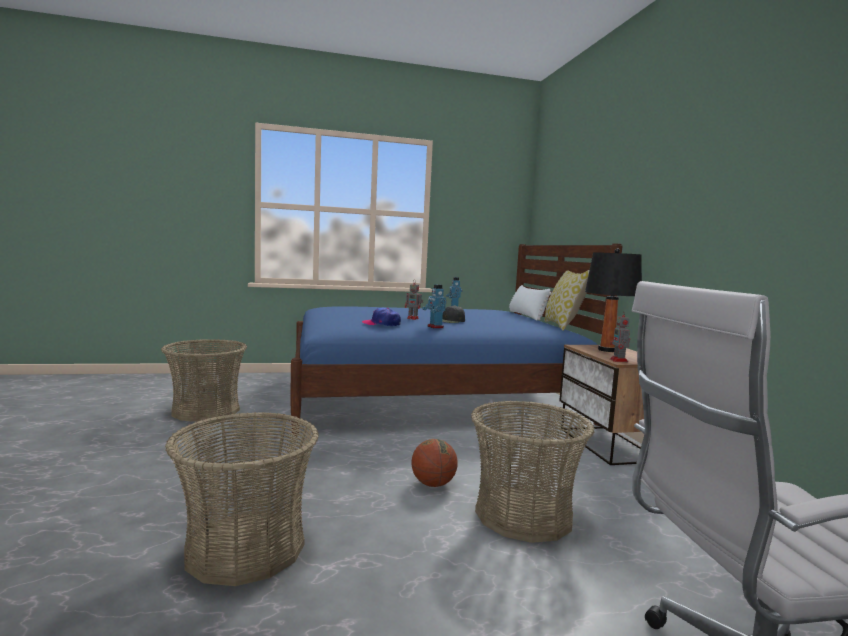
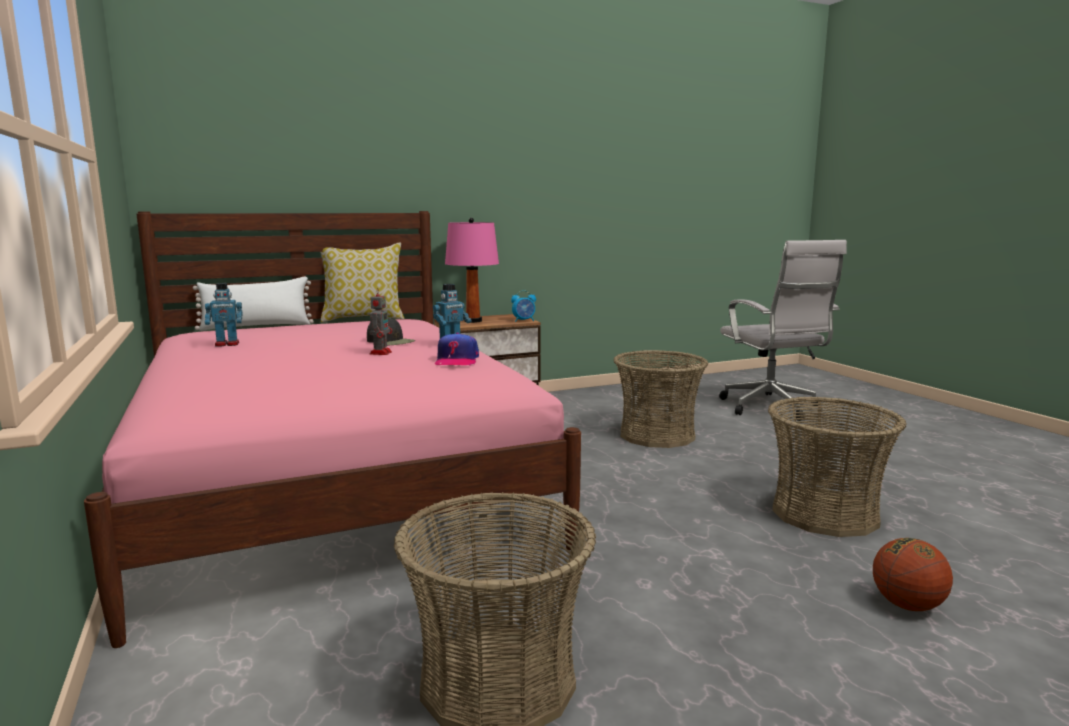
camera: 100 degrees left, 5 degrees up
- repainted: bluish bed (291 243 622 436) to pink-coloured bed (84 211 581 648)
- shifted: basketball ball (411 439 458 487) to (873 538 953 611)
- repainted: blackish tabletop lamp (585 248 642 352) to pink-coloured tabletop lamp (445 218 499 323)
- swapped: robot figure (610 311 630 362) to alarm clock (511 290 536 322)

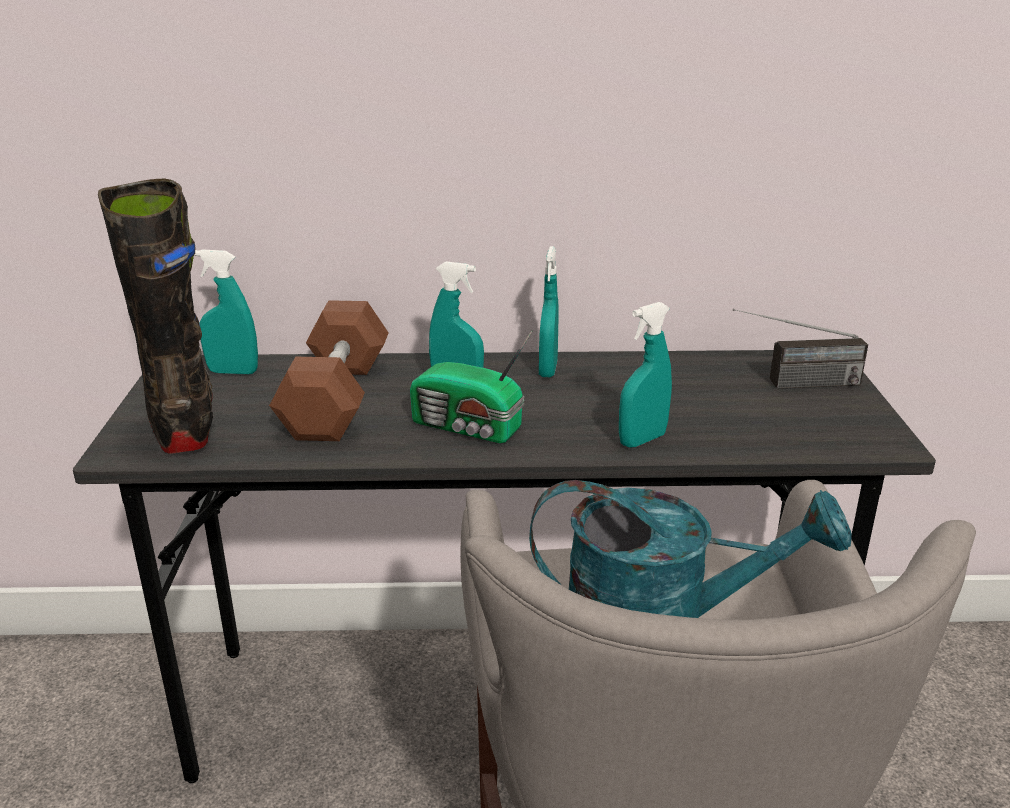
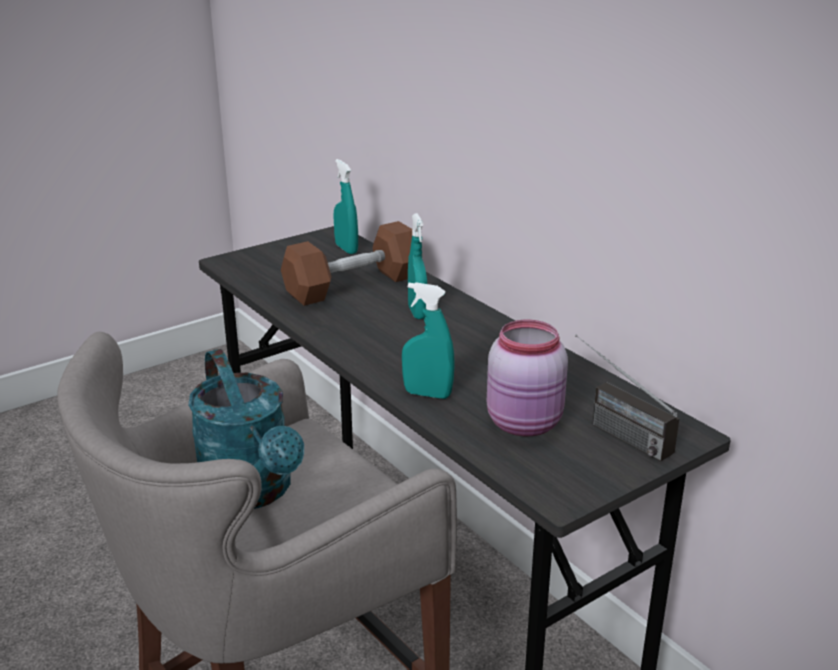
camera: 55 degrees right, 0 degrees up
- gone: blackish tall boot (98 179 213 454)
- gone: radio set (410 331 532 443)
- gone: turquoise-coloured sprayer (539 246 559 377)
- new: pink-coloured preserve jar (487 320 568 436)

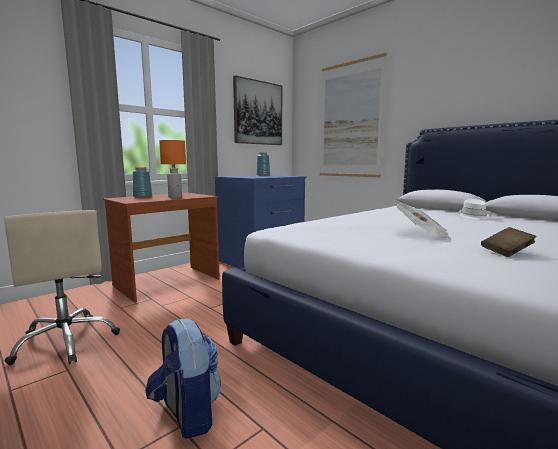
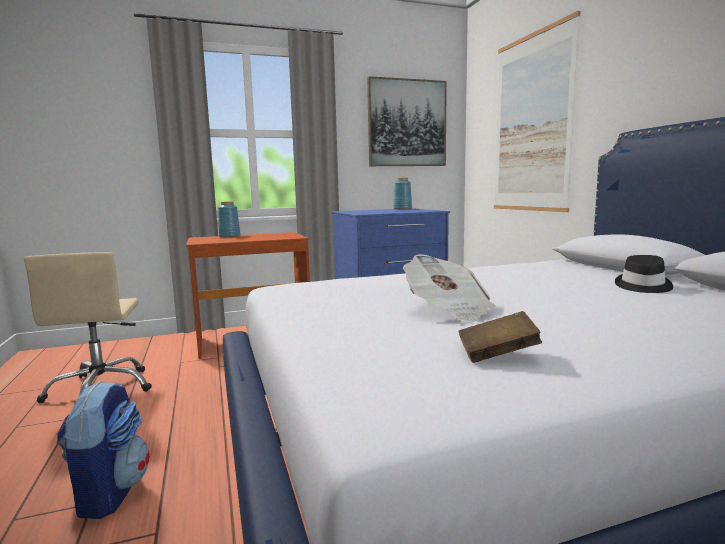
camera: 25 degrees right, 0 degrees up
- gone: orangey tabletop lamp (159 140 186 198)
- repainted: whitish hat (458 199 491 220) to blackish hat (615 255 673 293)

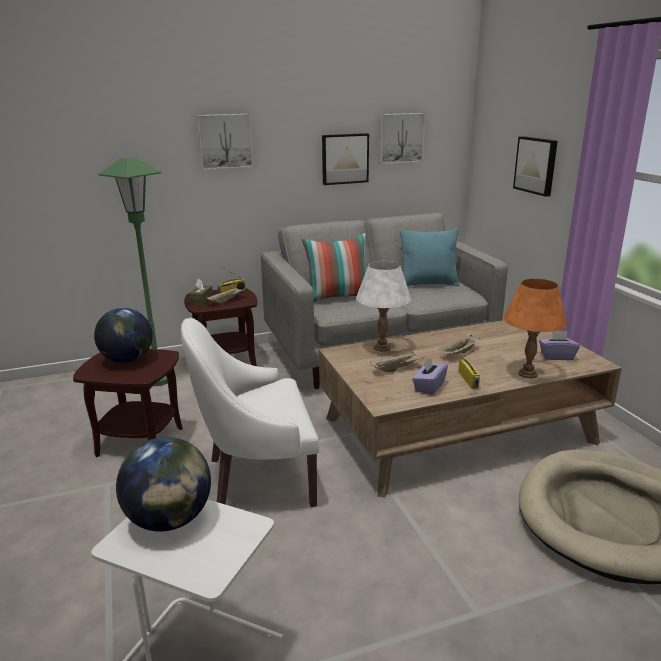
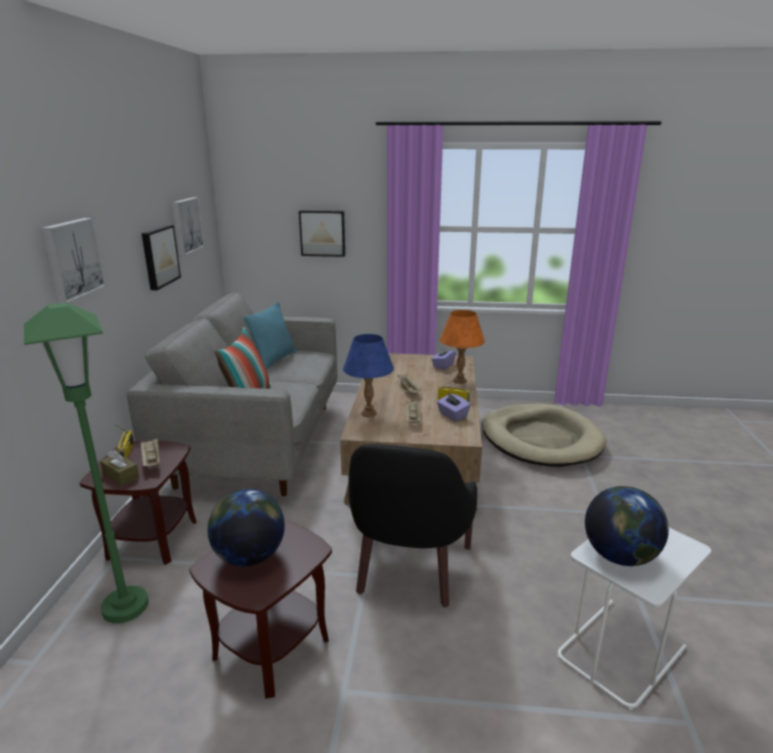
camera: 65 degrees left, 0 degrees up
- repainted: whitish armchair (181 318 319 507) to blackish armchair (349 444 477 607)
- repainted: whitish tabletop lamp (356 261 411 352) to bluish tabletop lamp (343 334 394 417)

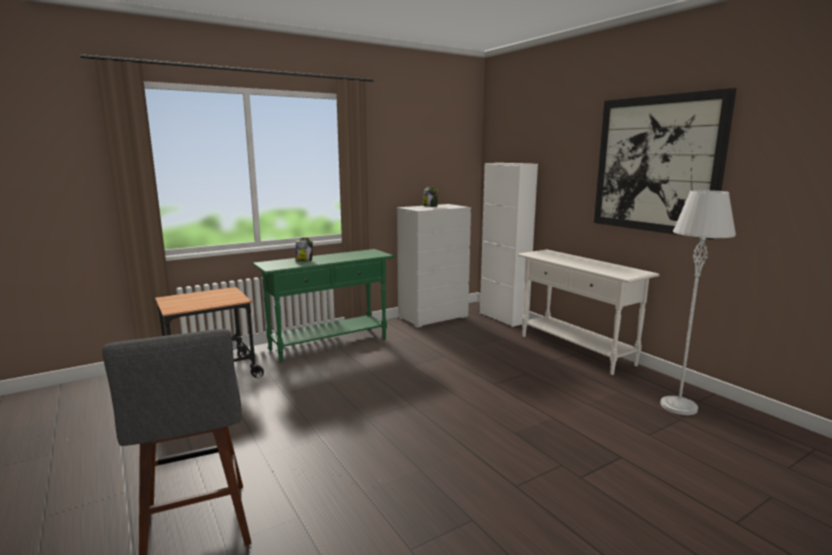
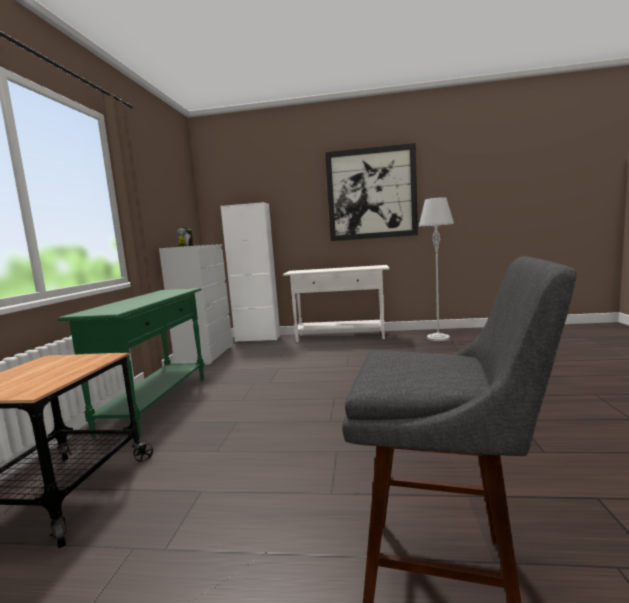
camera: 50 degrees left, 5 degrees down
- gone: preserve jar (295 238 313 262)

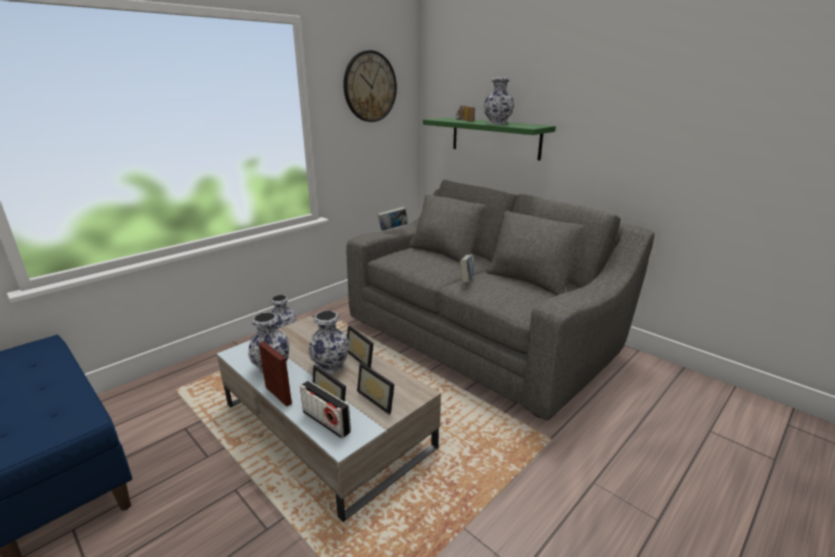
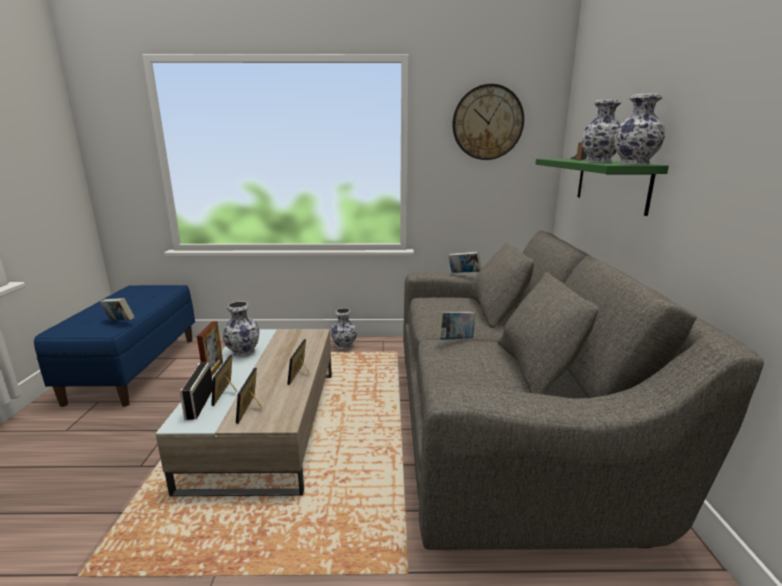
camera: 45 degrees right, 5 degrees down
- shifted: decorative vase (308 311 349 374) to (614 93 665 164)
- new: book (100 298 135 320)

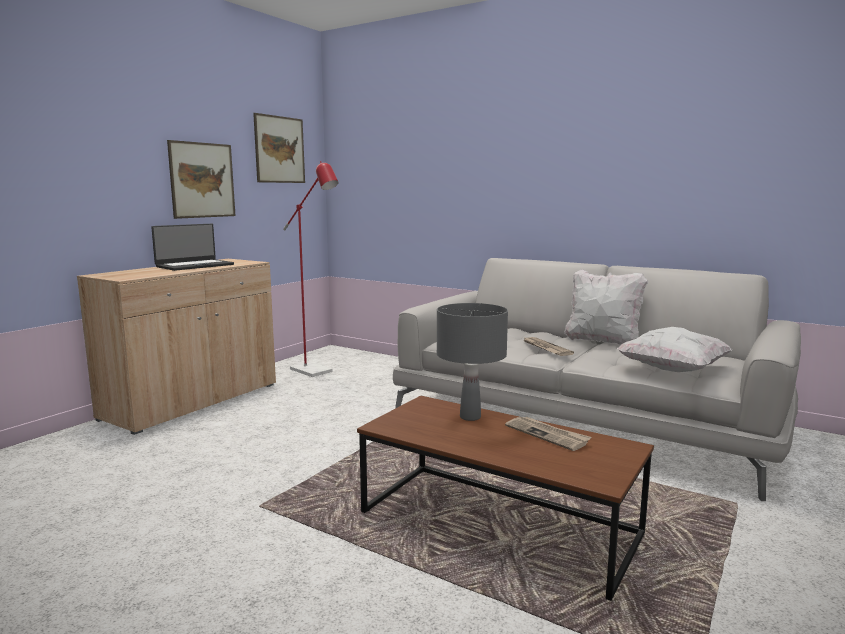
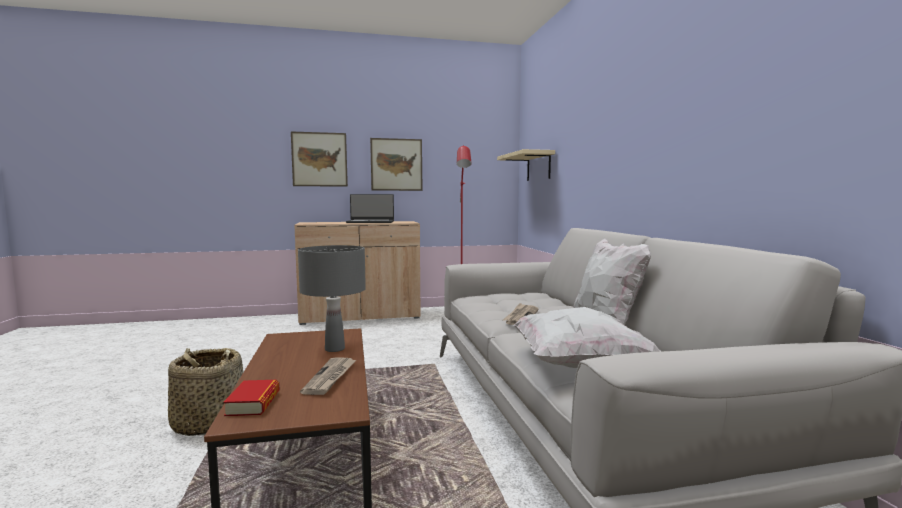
camera: 45 degrees right, 5 degrees down
- shifted: picture (253 113 305 183) to (291 131 348 187)
- new: storage basket (168 348 243 436)
- new: book (223 380 279 416)
- new: beige-coloured wall shelf (497 149 555 181)

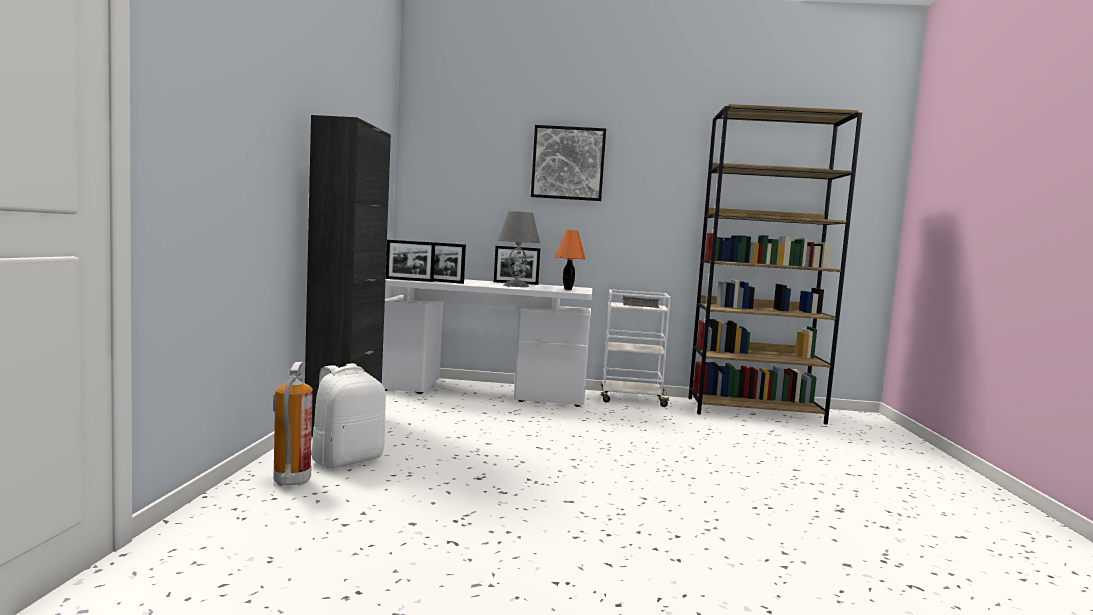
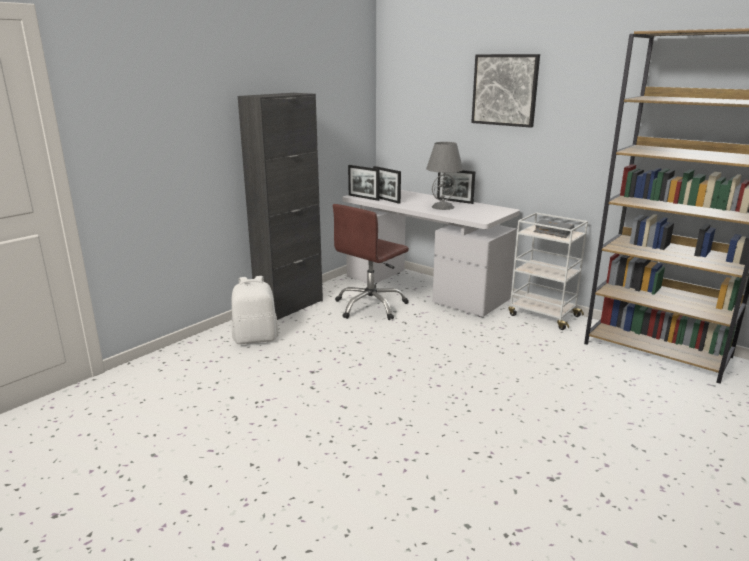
camera: 35 degrees right, 15 degrees up
- gone: fire extinguisher (273 362 313 486)
- gone: orangey tabletop lamp (555 230 586 290)
- new: brown computer chair (333 204 409 320)

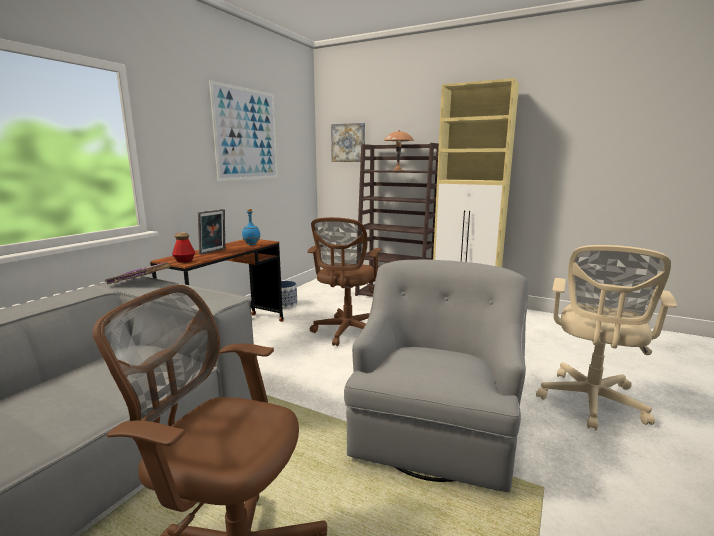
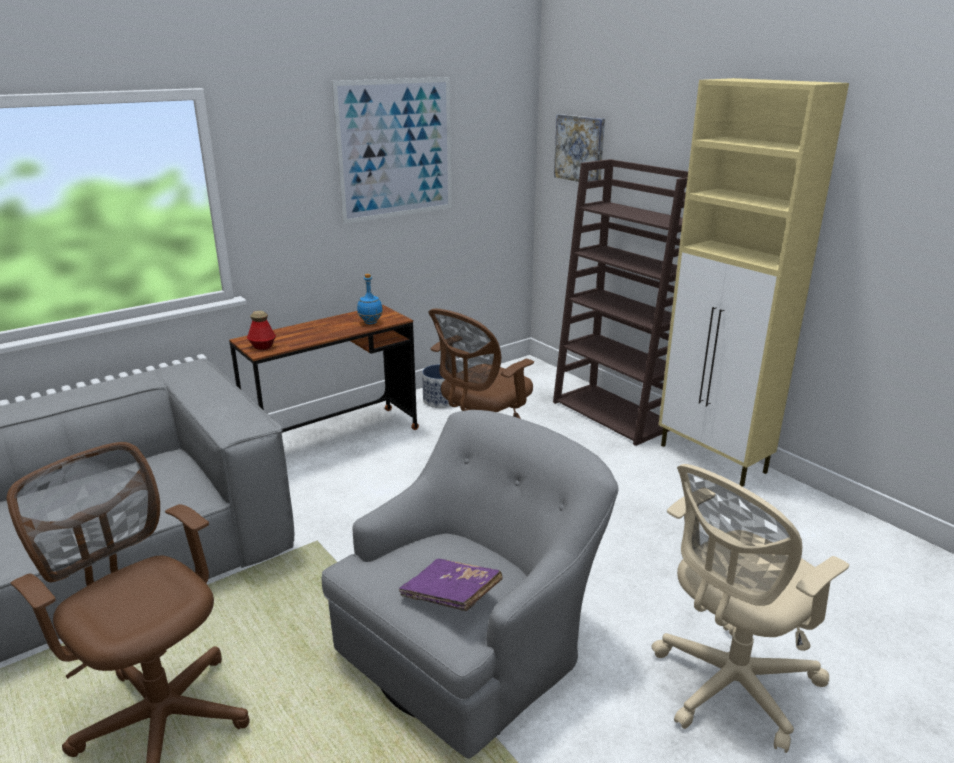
camera: 25 degrees right, 10 degrees up
- shifted: purple book (105 262 170 284) to (399 559 503 611)
- gone: standing frame (198 209 225 255)
- gone: brown tabletop lamp (384 130 414 171)

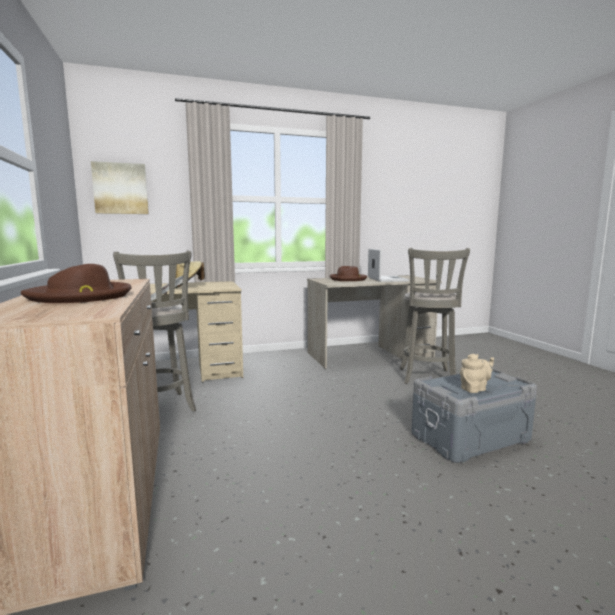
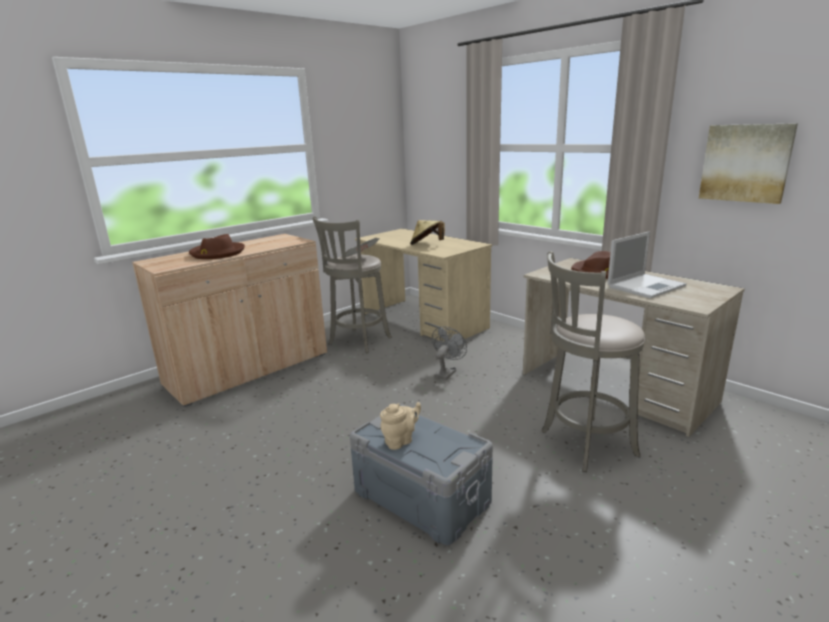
camera: 65 degrees right, 10 degrees up
- shifted: picture (91 161 149 214) to (699 123 798 204)
- rotated: beige-coloured tea pot (460 354 494 393) = (380 402 421 450) 75 degrees counterclockwise
- new: gray electric fan (432 326 467 380)

